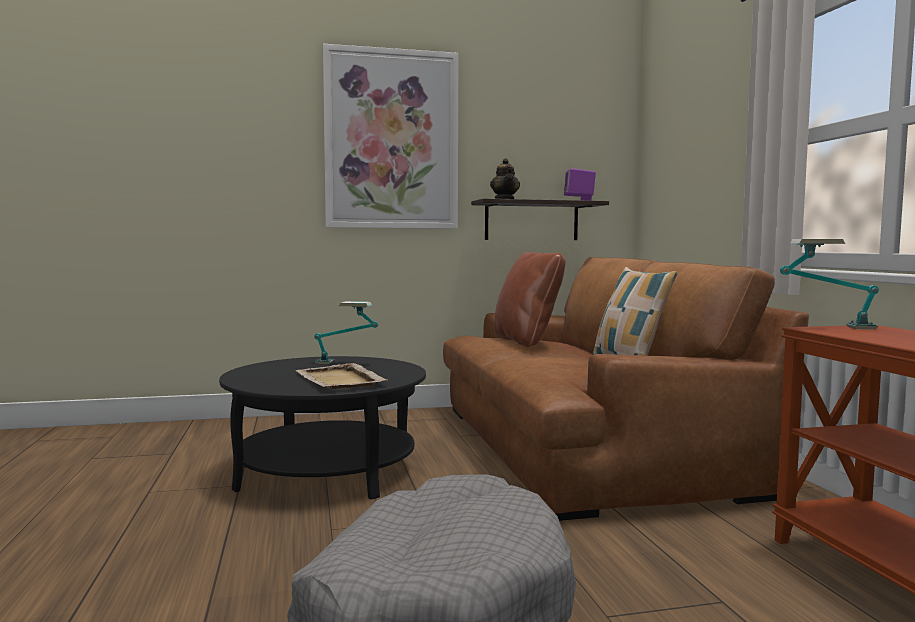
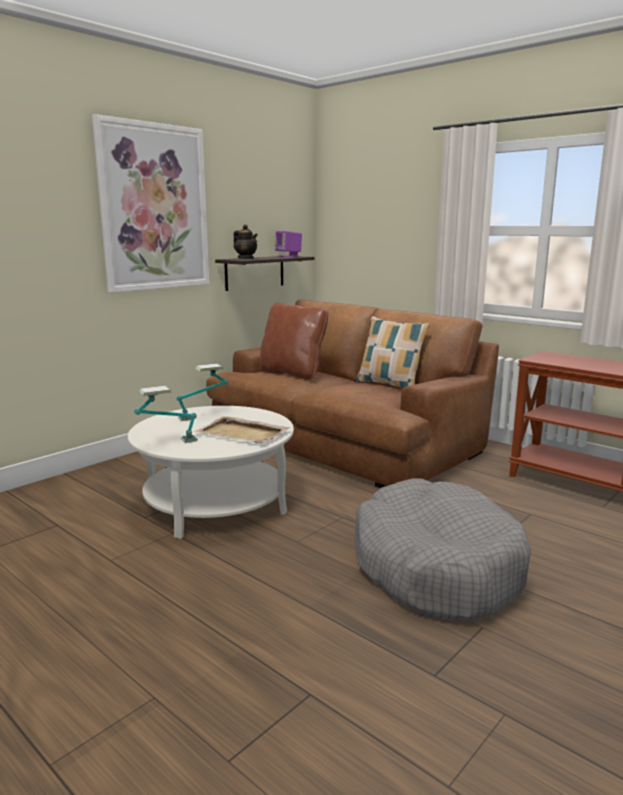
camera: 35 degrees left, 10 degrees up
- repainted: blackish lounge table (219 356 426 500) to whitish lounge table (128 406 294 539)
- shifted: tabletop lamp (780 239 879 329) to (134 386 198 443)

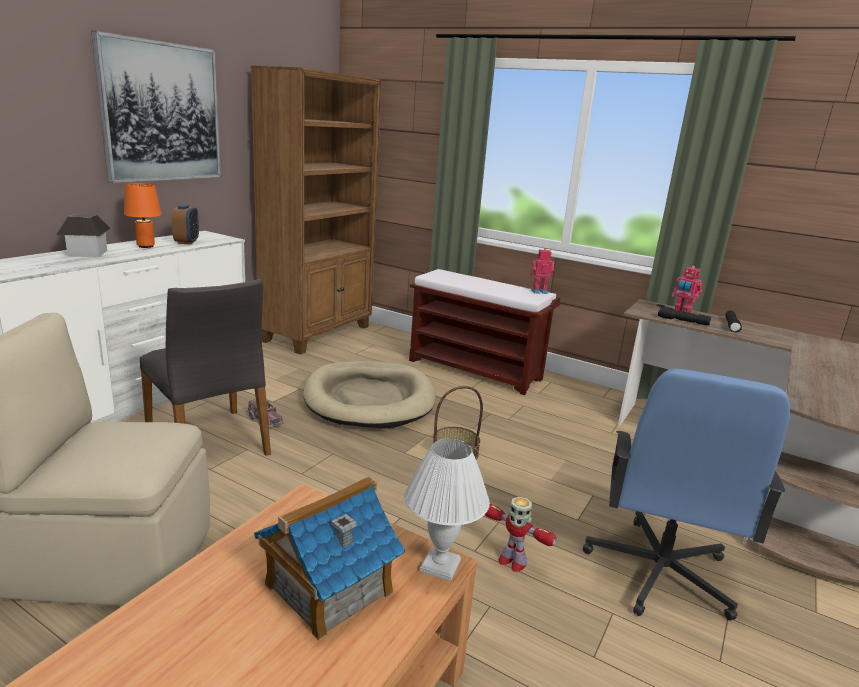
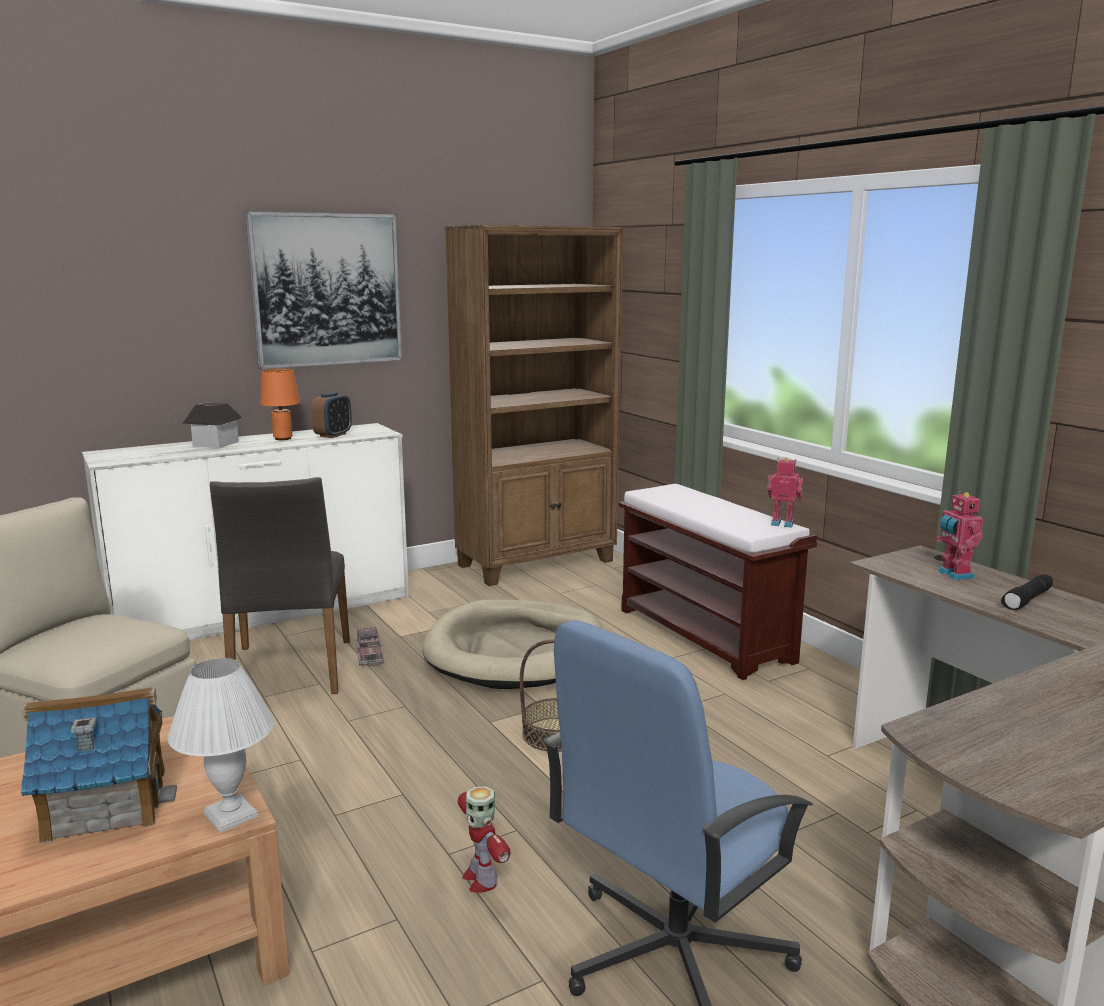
camera: 30 degrees right, 5 degrees down
- gone: blackish torch (658 307 711 325)

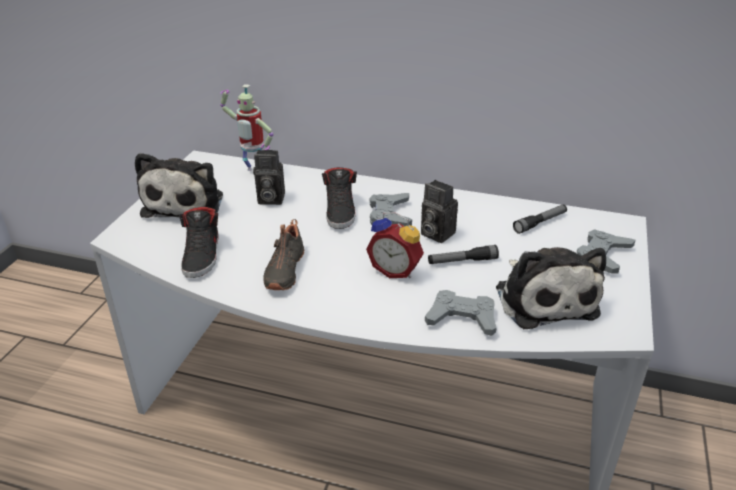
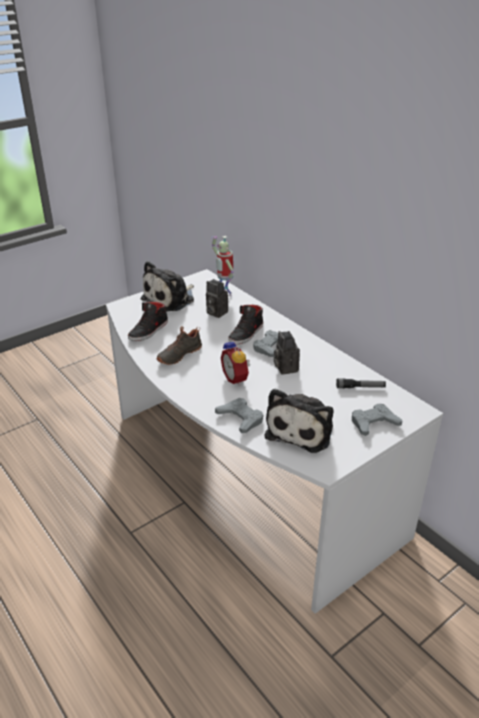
camera: 35 degrees right, 0 degrees up
- gone: torch (428 245 499 264)

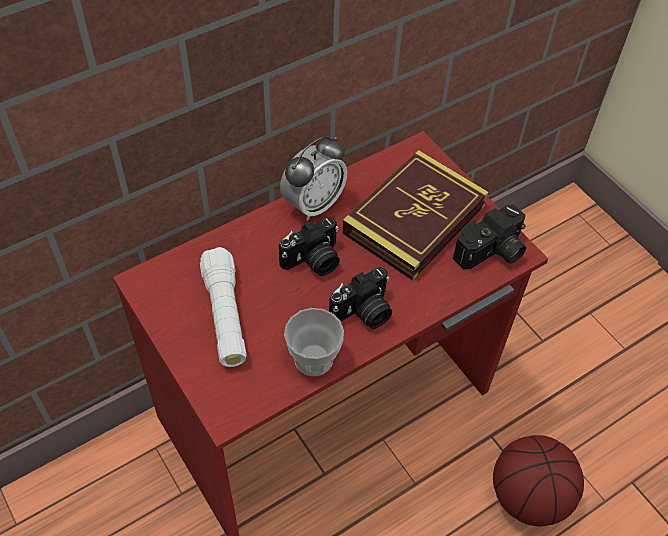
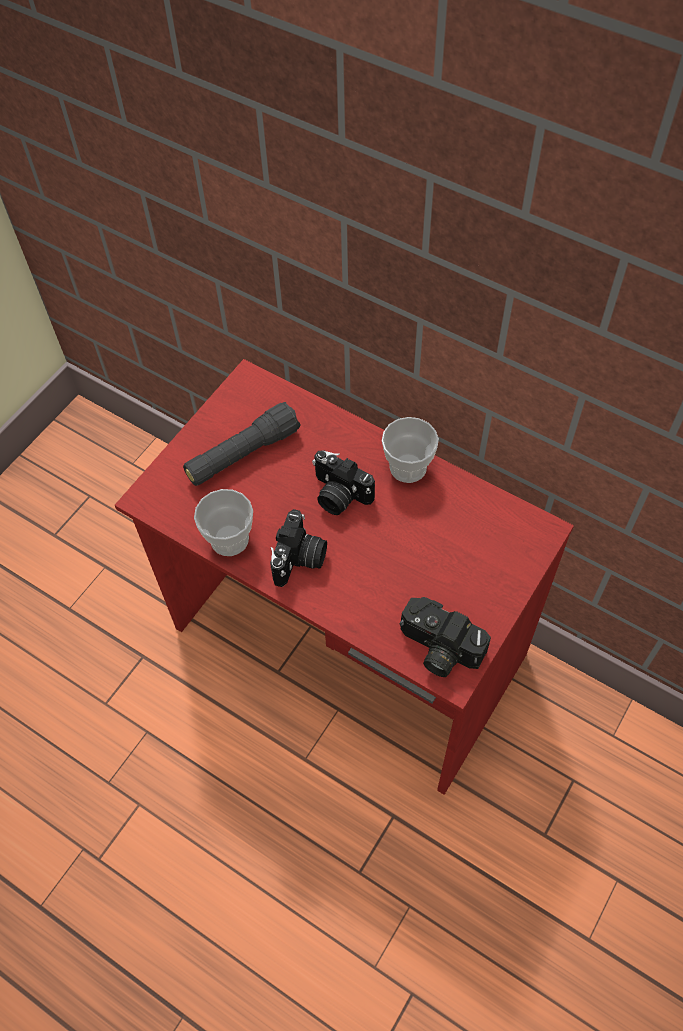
camera: 70 degrees right, 5 degrees up
- repainted: whitish torch (200 247 247 367) to blackish torch (183 402 301 486)
- swapped: alarm clock (280 136 348 221) to drinking cup (382 417 439 483)
- rotated: photo camera (329 268 392 329) = (270 509 327 587) 105 degrees counterclockwise
- gone: book (342 150 488 281)
- gone: basketball ball (493 435 584 526)

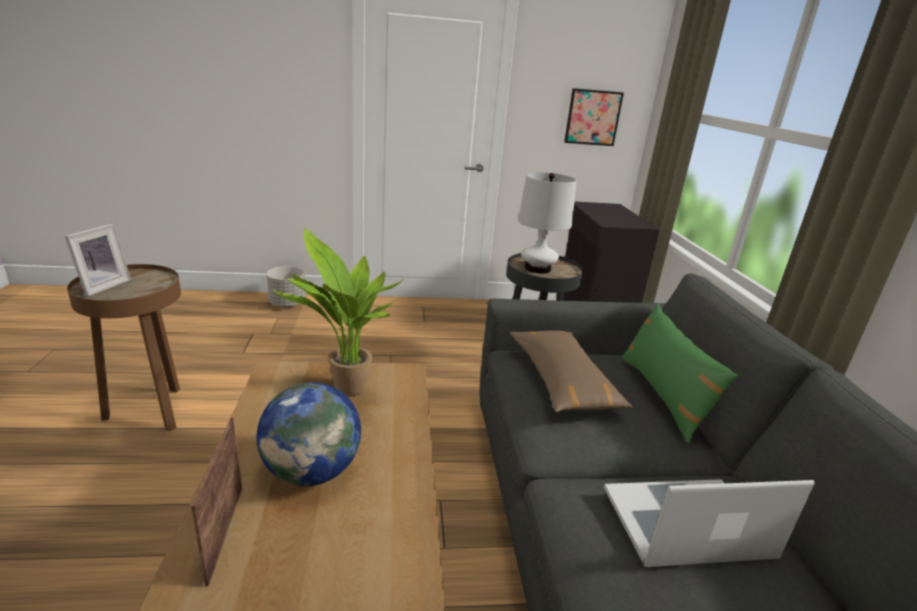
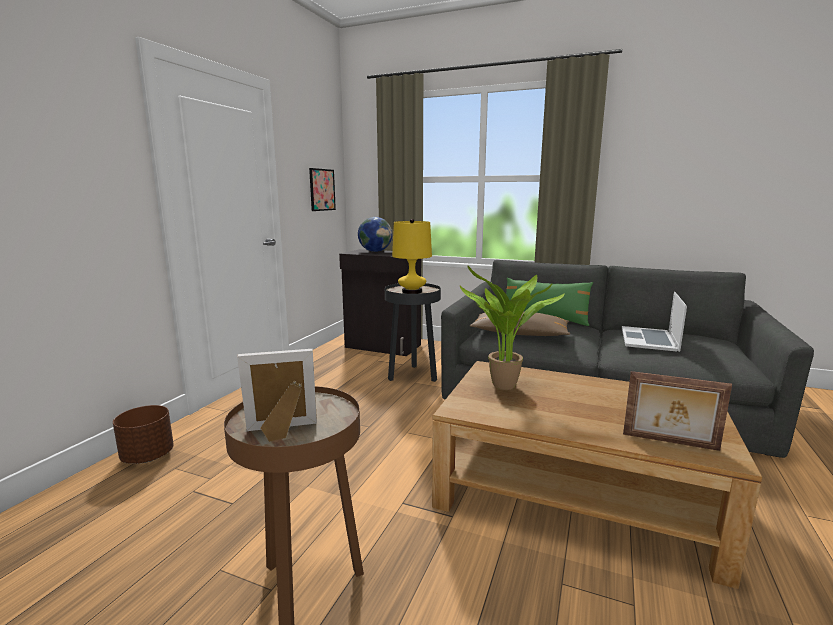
camera: 60 degrees left, 10 degrees down
- rotated: standing frame (65 224 131 297) = (237 349 317 442) 60 degrees counterclockwise
- shifted: world globe (257 382 361 486) to (358 217 392 252)
- repainted: gray plant pot (267 266 306 307) to brown plant pot (113 405 174 464)
- repainted: whitish tabletop lamp (518 172 577 274) to yellowish tabletop lamp (392 219 432 294)

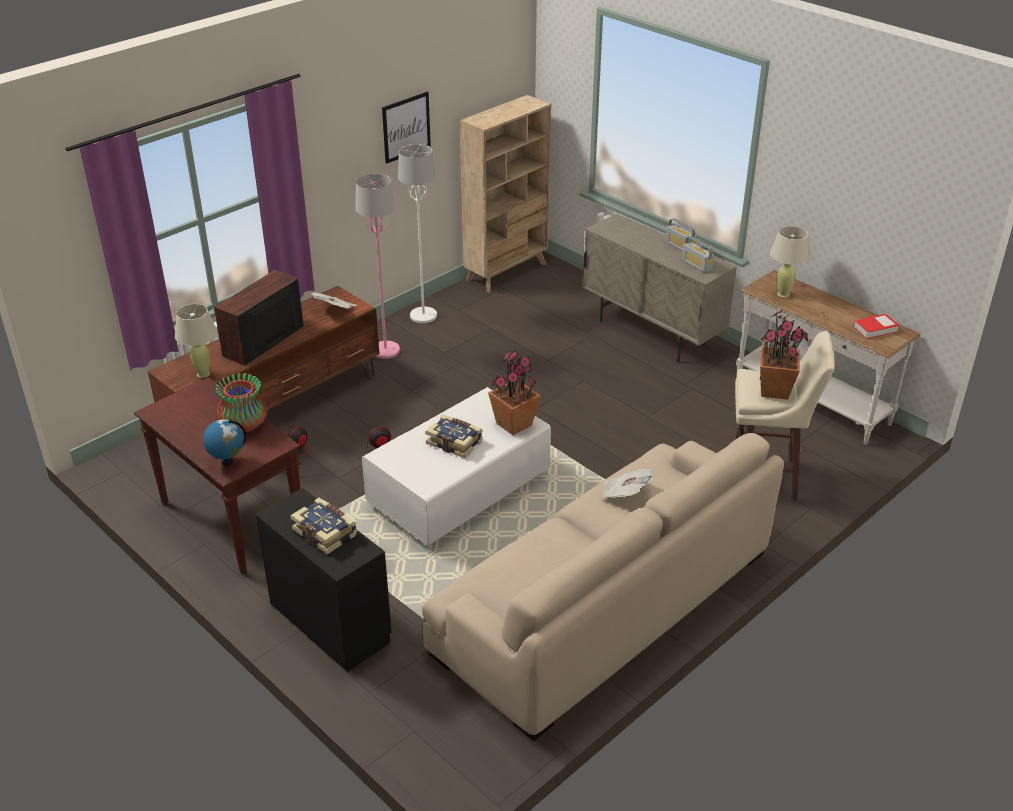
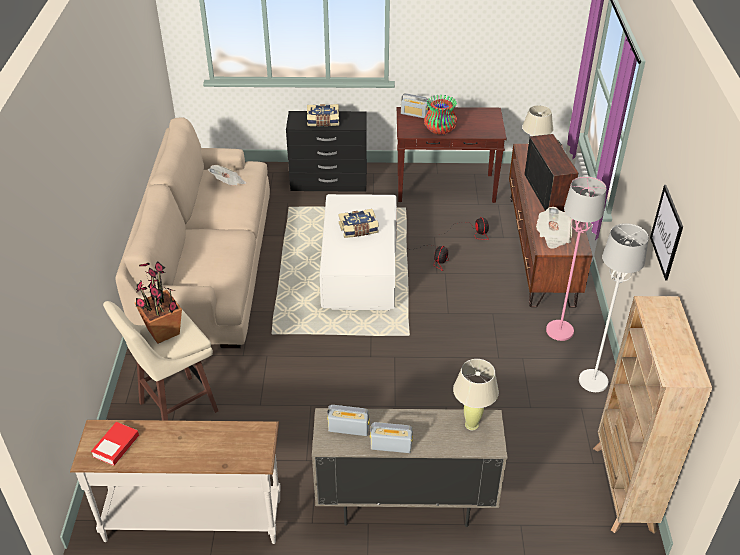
camera: 135 degrees right, 5 degrees up
- swapped: world globe (203 419 246 466) to radio set (401 93 428 118)
- gone: potted plant (488 350 541 435)
- shifted: daily paper (602 469 653 498) to (208 165 246 186)
- shifted: beige-coloured tabletop lamp (770 226 810 298) to (453 359 499 430)

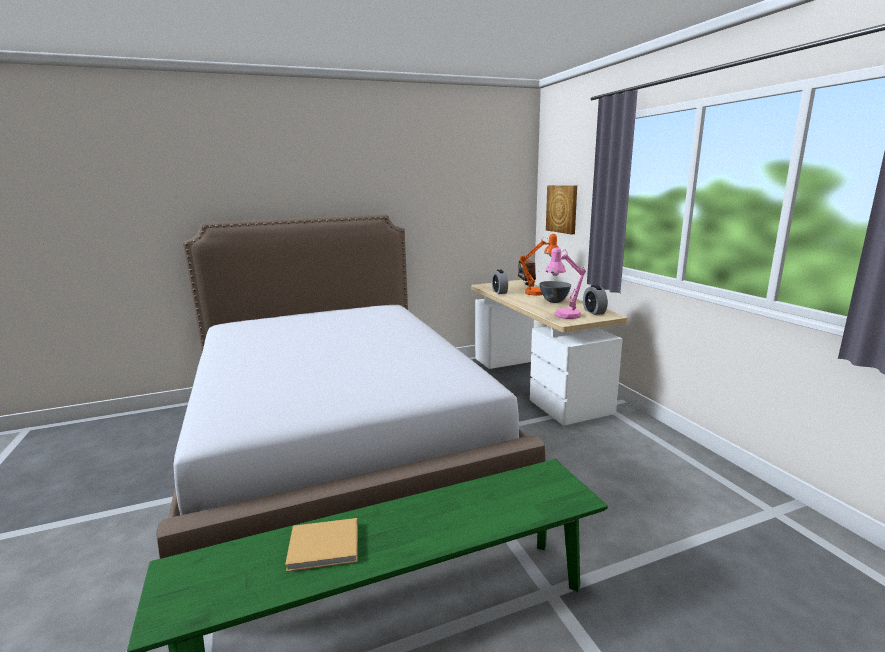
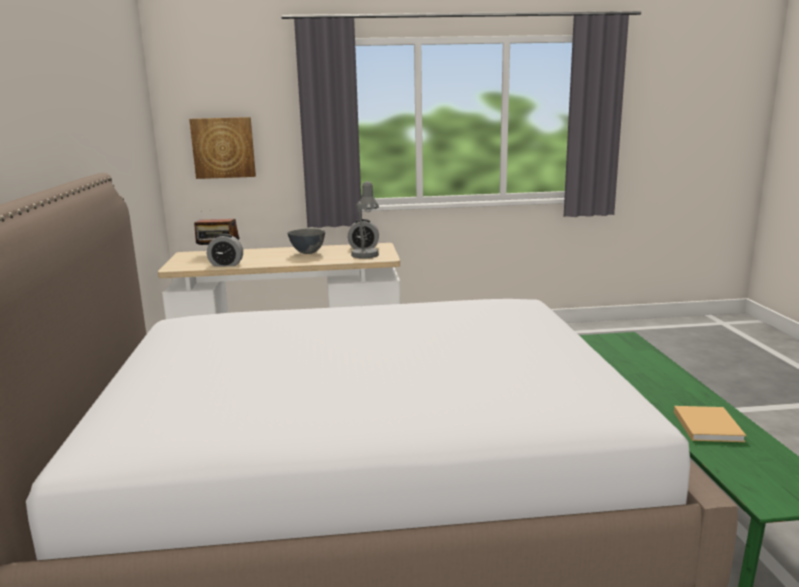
camera: 75 degrees left, 0 degrees up
- gone: orangey tabletop lamp (520 234 559 296)
- repainted: pink-coloured tabletop lamp (545 247 586 319) to gray tabletop lamp (351 181 379 258)

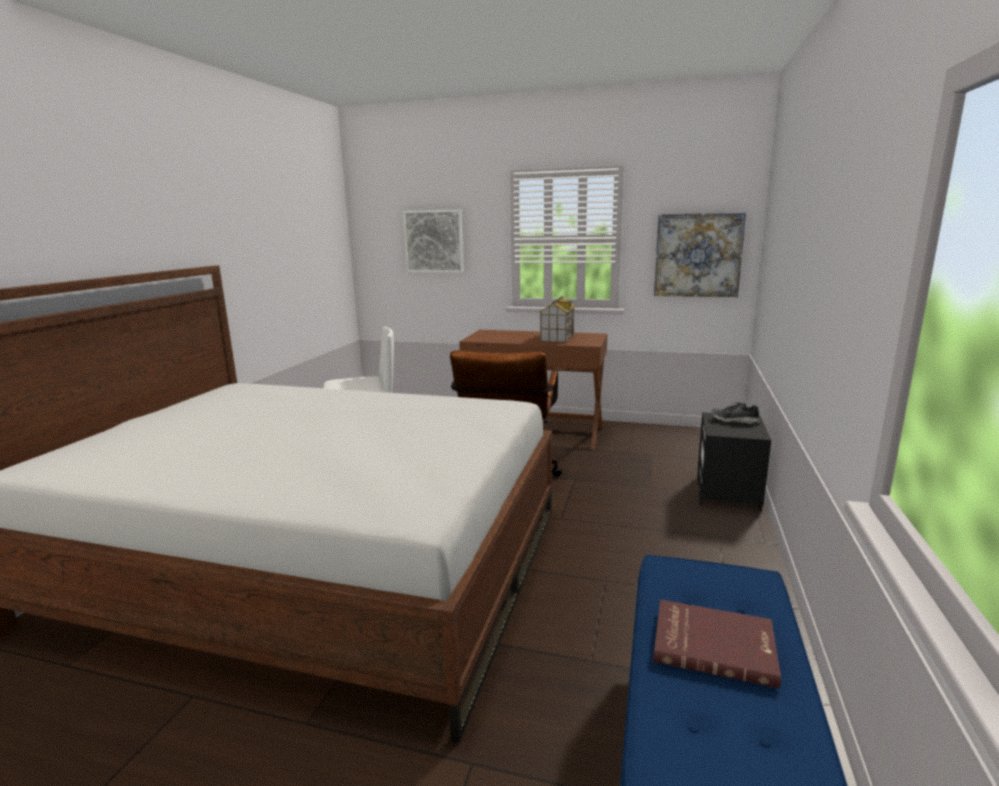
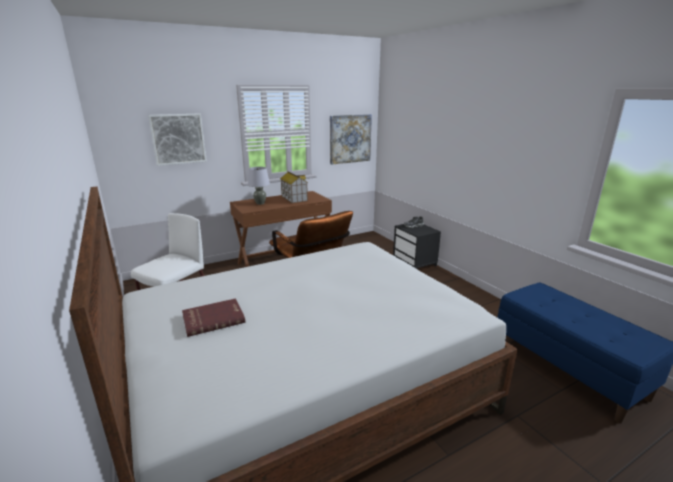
camera: 45 degrees left, 5 degrees up
- shifted: reddish book (653 599 781 688) to (182 298 245 337)
- new: gray tabletop lamp (248 167 270 205)

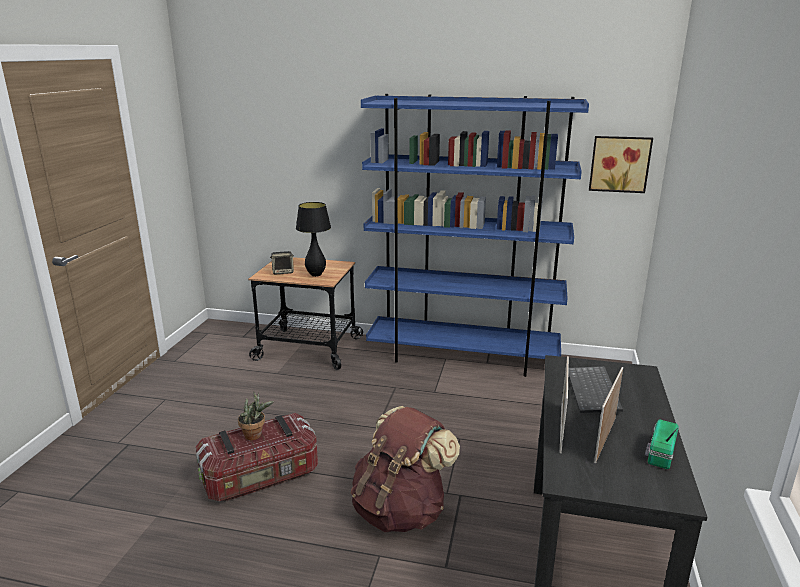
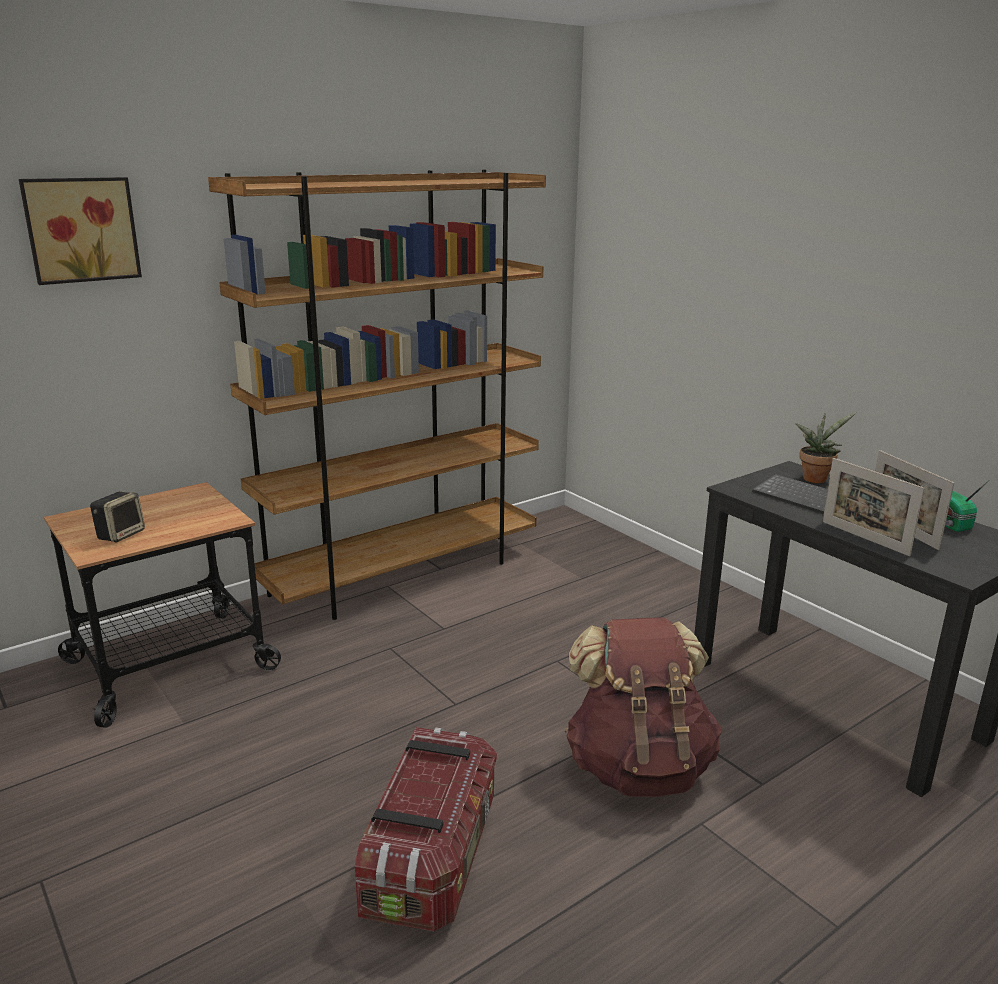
camera: 50 degrees left, 0 degrees up
- shifted: potted plant (238 392 274 440) to (795 412 856 483)
- gone: blackish tabletop lamp (296 202 331 277)
- repainted: bluish shelving unit (361 94 589 377) to brown shelving unit (208 170 546 620)
- shifted: picture (589 136 653 193) to (19 177 142 285)

